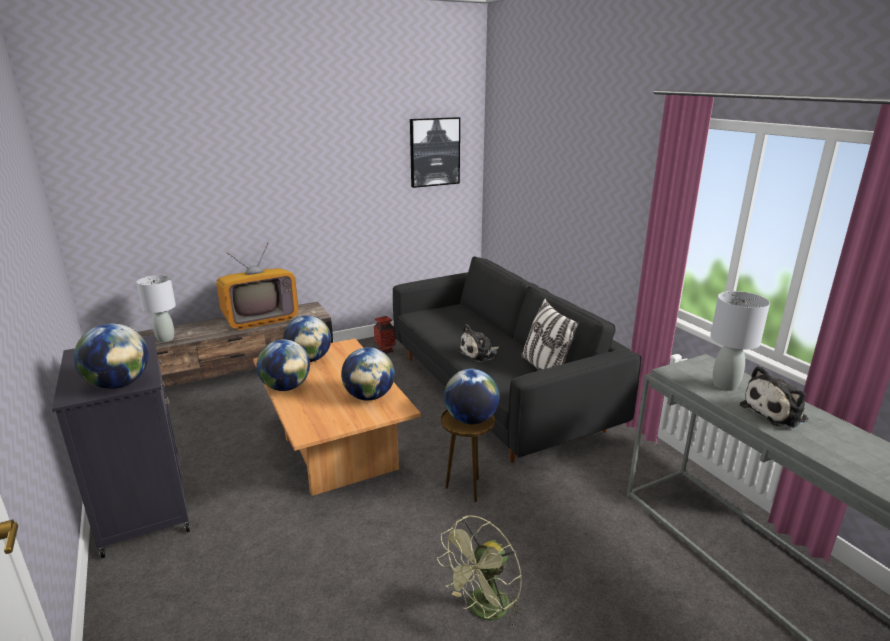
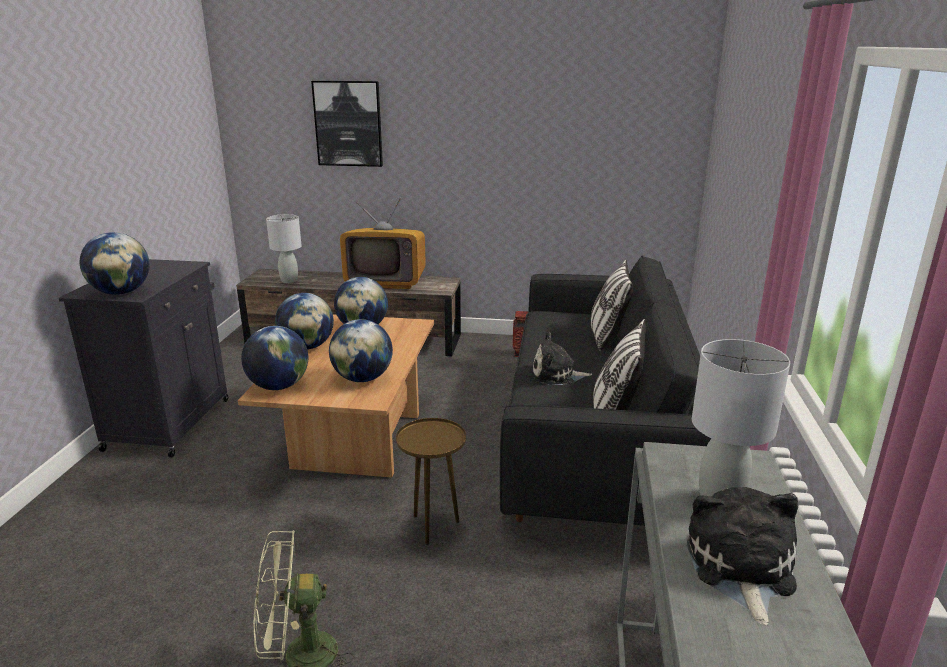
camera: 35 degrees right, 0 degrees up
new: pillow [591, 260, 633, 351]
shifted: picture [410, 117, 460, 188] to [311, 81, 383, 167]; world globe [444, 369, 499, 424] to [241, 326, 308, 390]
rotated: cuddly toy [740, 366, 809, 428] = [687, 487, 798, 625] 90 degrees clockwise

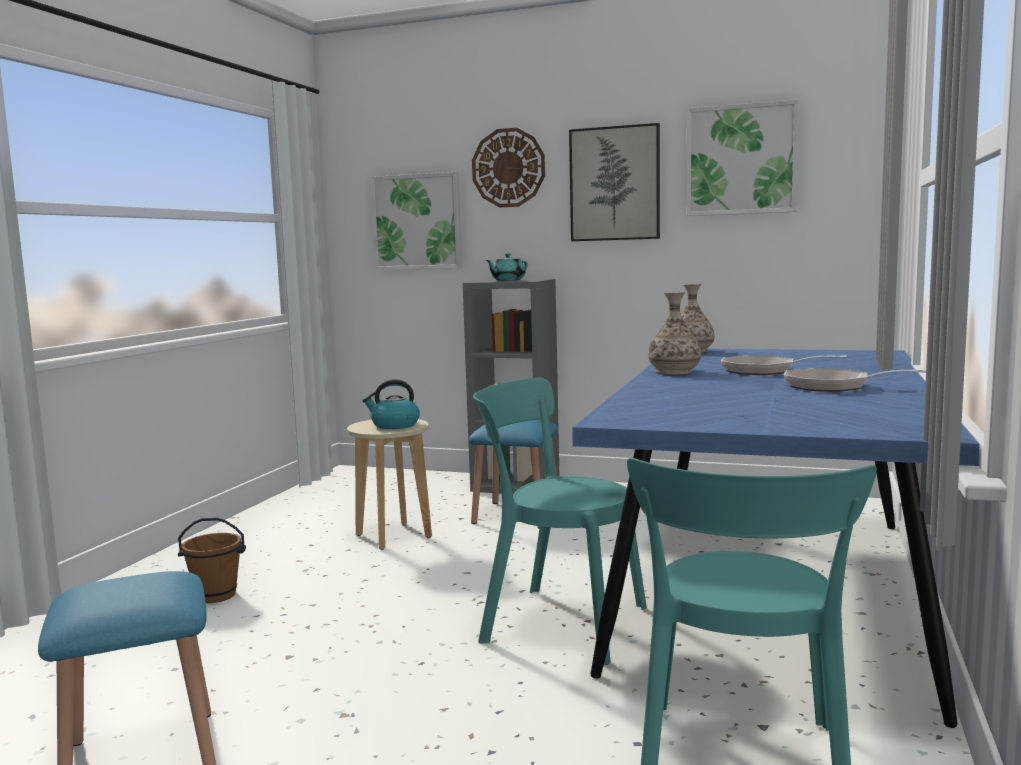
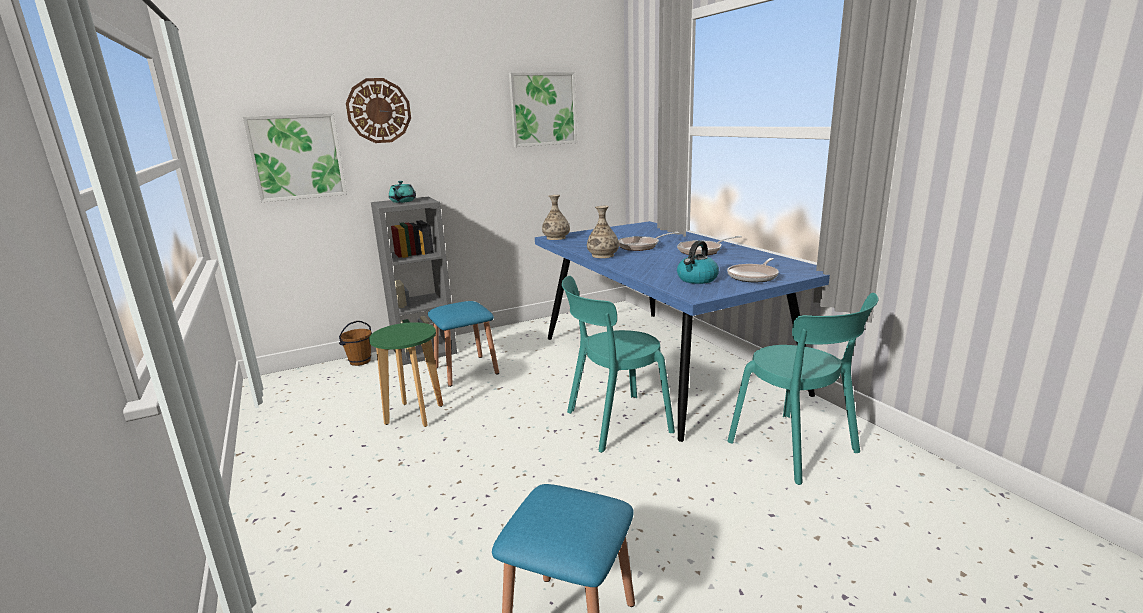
camera: 45 degrees left, 10 degrees up
gone: picture [569, 123, 660, 241]
new: frying pan [727, 258, 779, 282]
shifted: water kettle [362, 379, 420, 429] to [677, 240, 719, 284]; water bucket in brownish [178, 518, 246, 603] to [339, 321, 372, 366]
repainted: sitting stool in beige-coloured [347, 419, 432, 550] to sitting stool in green [369, 322, 443, 427]

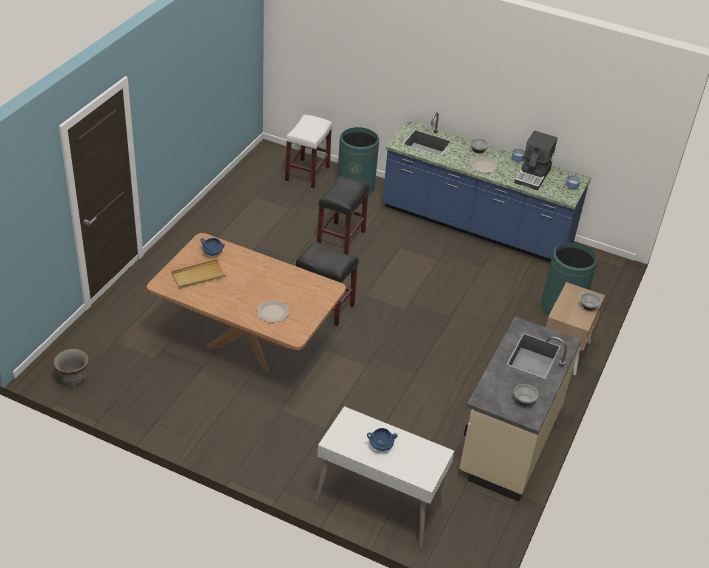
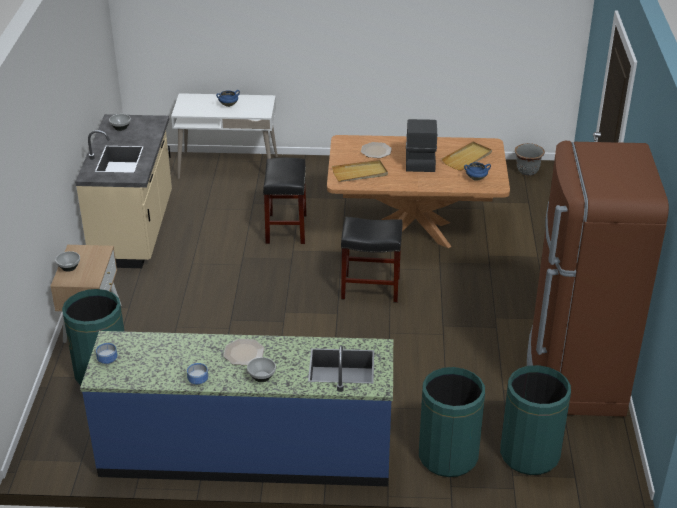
camera: 160 degrees right, 5 degrees down
new: kitchen fridge in brownish [527, 141, 669, 417]; serving tray in beige-coloured [332, 160, 388, 182]
shifted: coffee machine [514, 131, 558, 191] to [406, 119, 437, 172]; sitting stool in black [317, 176, 369, 255] to [263, 158, 307, 244]
swapped: sitting stool in whitish [285, 115, 332, 189] to waste bin in green [500, 365, 571, 475]

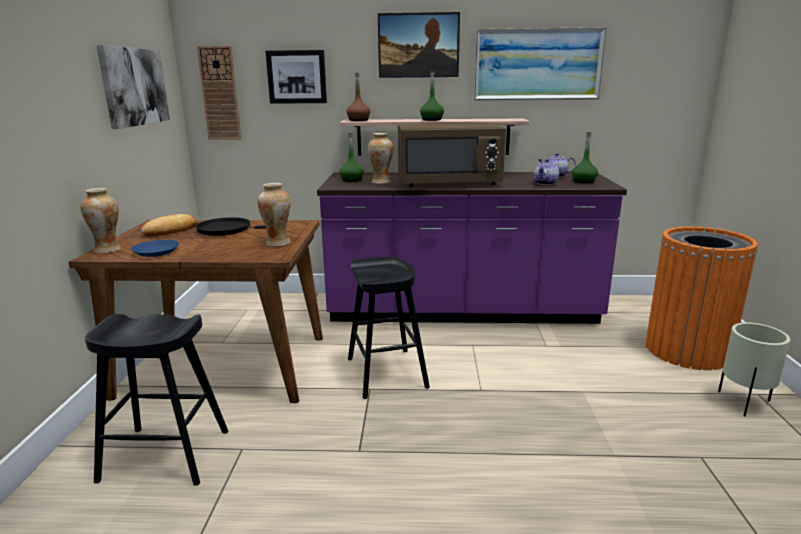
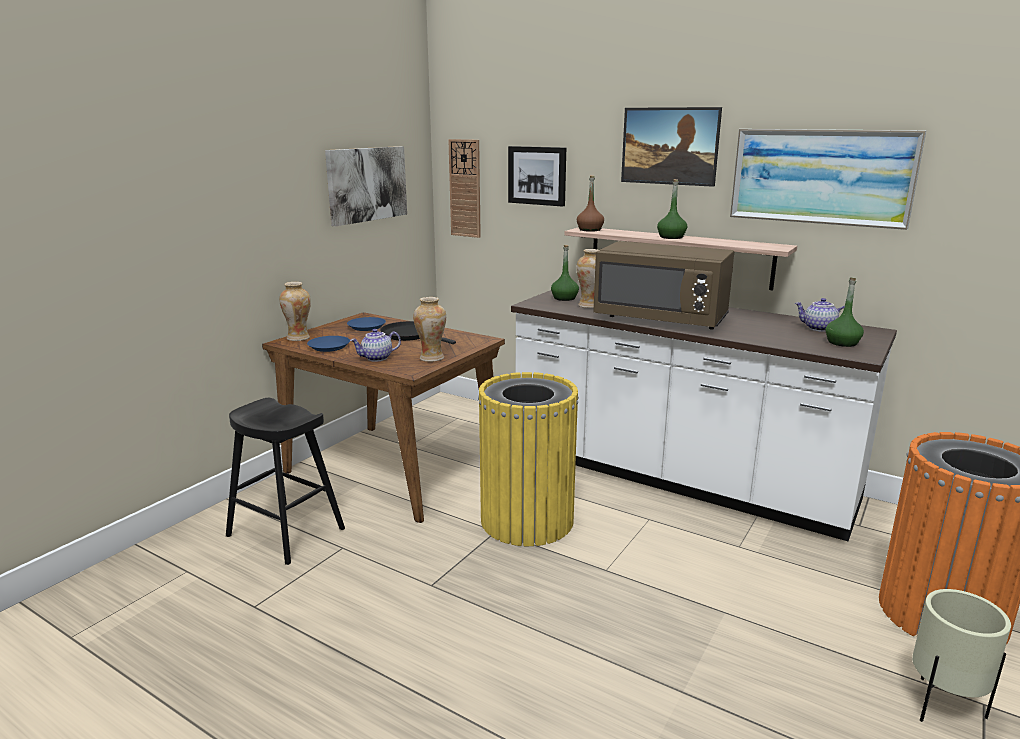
camera: 30 degrees right, 0 degrees up
shifted: tea pot [533, 159, 559, 185] to [350, 329, 401, 362]
swapped: bakery bread [141, 214, 197, 237] to flat dish in blue-coloured [347, 317, 386, 331]; sitting stool in black [348, 257, 430, 399] to waste bin in yellowish [478, 372, 579, 546]
repainted: counter in purple-coloured [317, 172, 627, 324] to counter in whitish [511, 287, 897, 541]

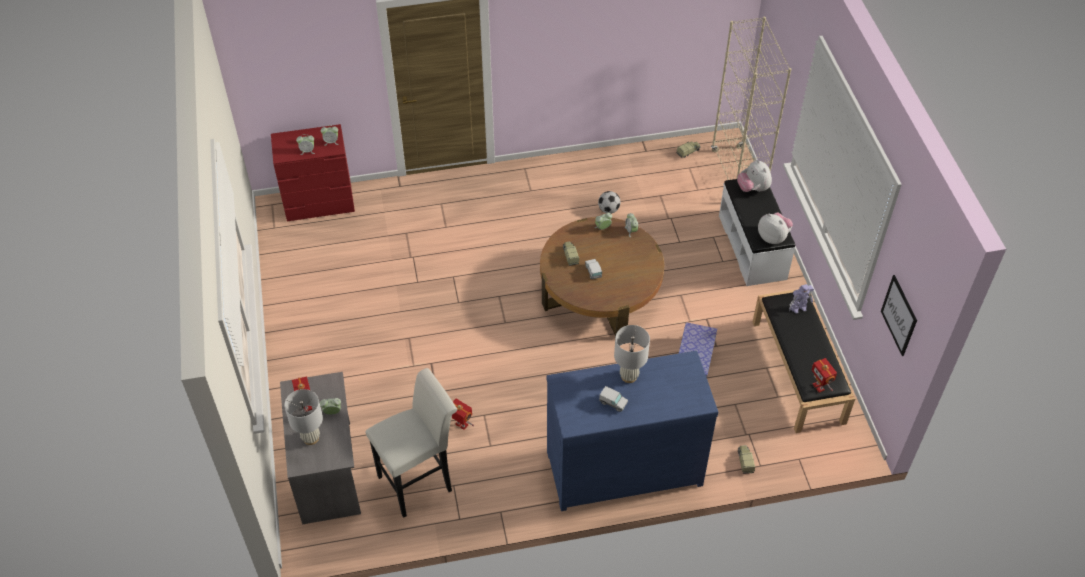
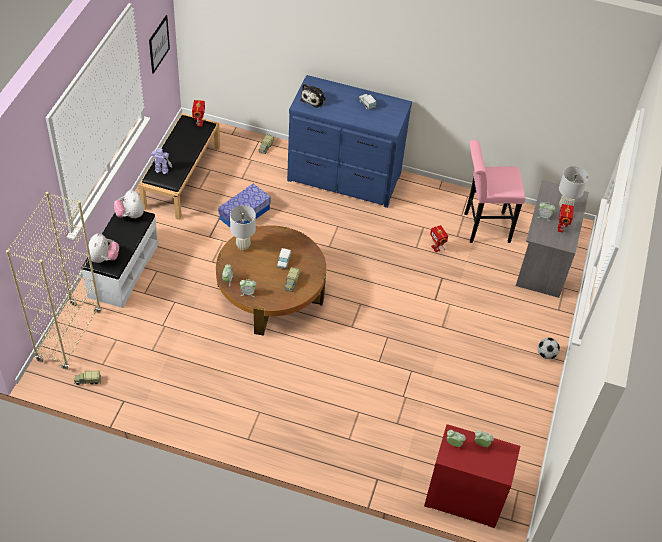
camera: 155 degrees left, 0 degrees up
new: cuddly toy [300, 84, 326, 108]
shifted: football ball [598, 191, 620, 214] to [538, 338, 560, 359]; table lamp in whitish [614, 325, 650, 383] to [230, 205, 256, 251]
repainted: sitting stool in whitish [365, 368, 457, 518] to sitting stool in pink [464, 140, 526, 243]

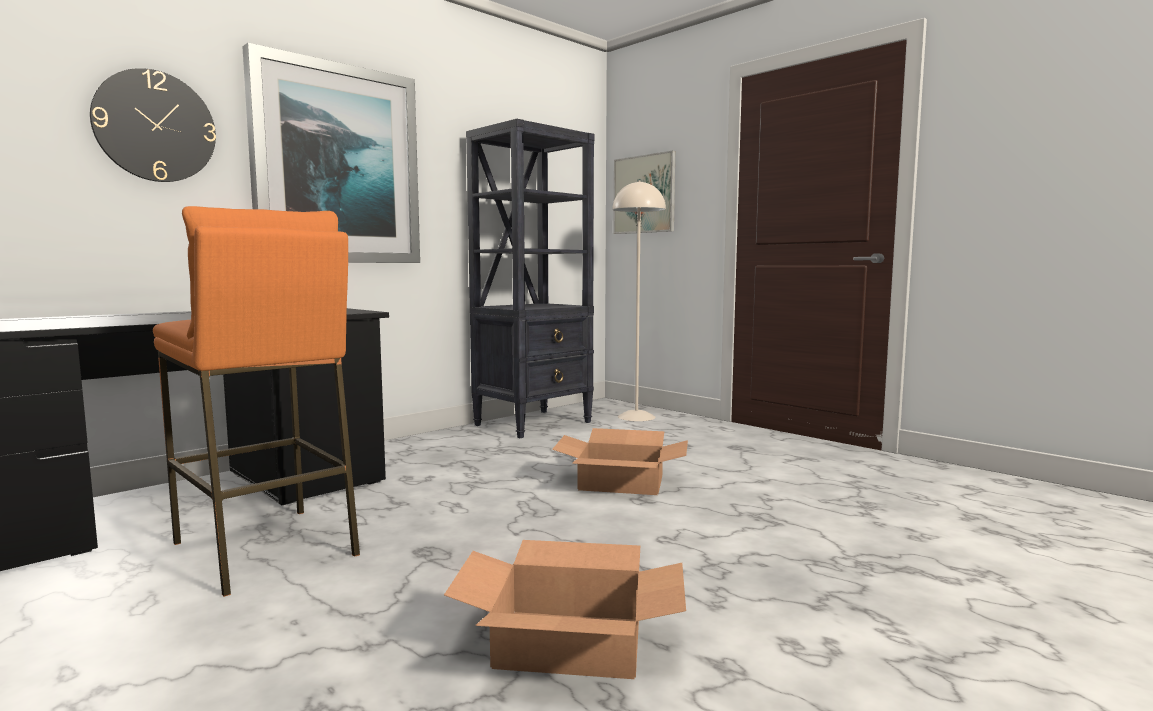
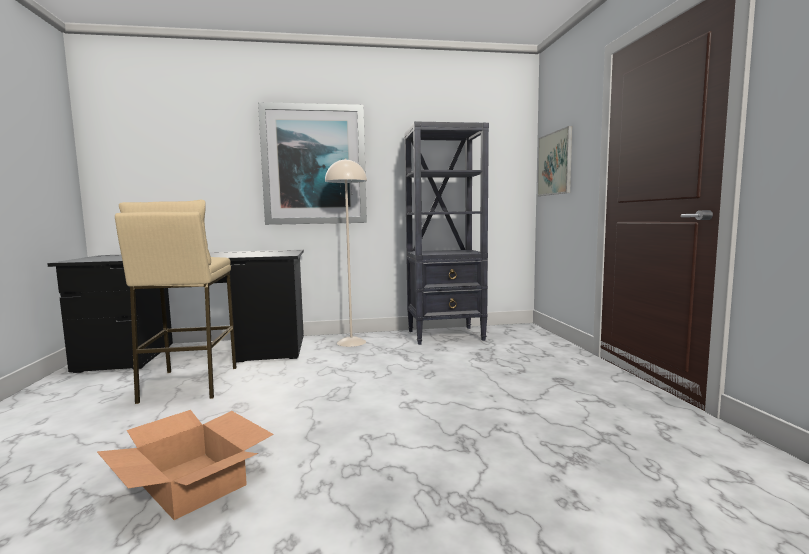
camera: 35 degrees right, 0 degrees up
gone: hanging clock [90, 68, 216, 182]; packing box [552, 428, 688, 495]
shifted: floor lamp in beige-coloured [612, 181, 666, 421] to [325, 158, 367, 347]
repainted: sitting stool in orangey [153, 206, 360, 597] to sitting stool in beige-coloured [115, 200, 236, 404]

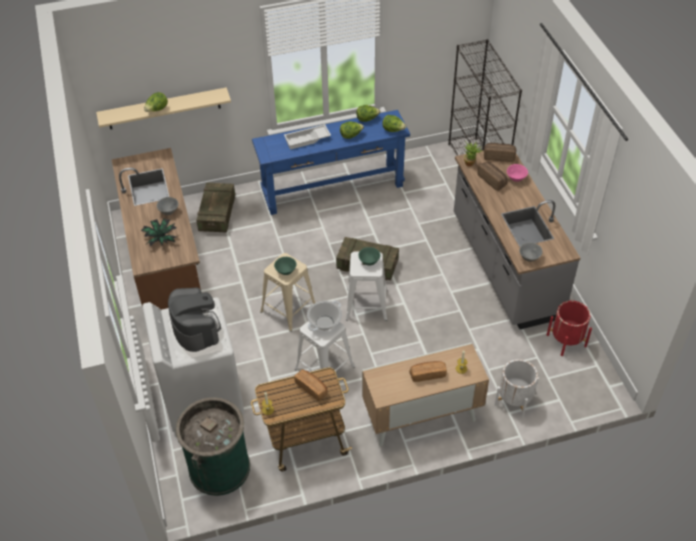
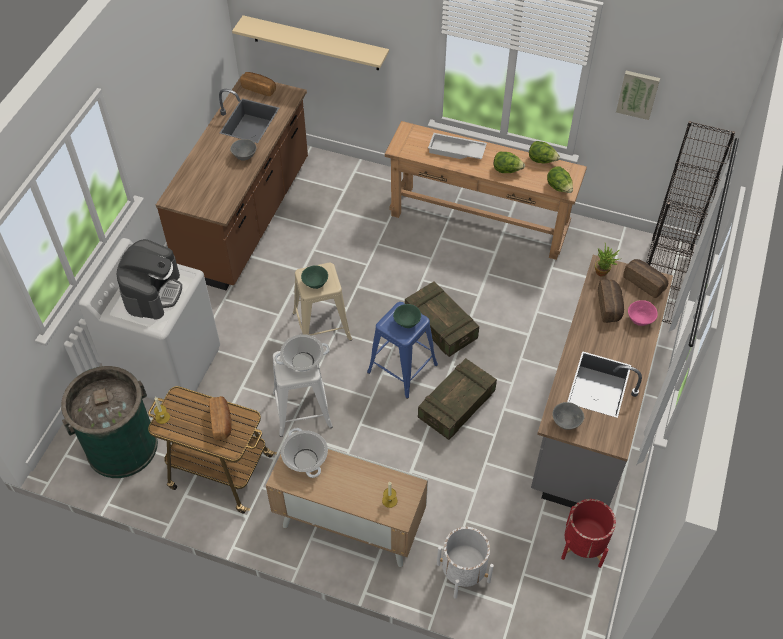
camera: 35 degrees right, 5 degrees up
gone: lettuce head [144, 92, 168, 112]; potted plant [141, 218, 176, 247]
new: picture [616, 71, 660, 120]; saucepot [281, 428, 328, 478]
shifted: crate [196, 182, 235, 233] to [418, 358, 497, 440]; bakery bread [410, 361, 447, 382] to [240, 72, 276, 96]
repainted: console table in blue-coloured [252, 110, 410, 215] to console table in brownish [385, 121, 587, 260]; sitting stool in whitish [346, 251, 387, 321] to sitting stool in blue-coloured [367, 302, 438, 399]

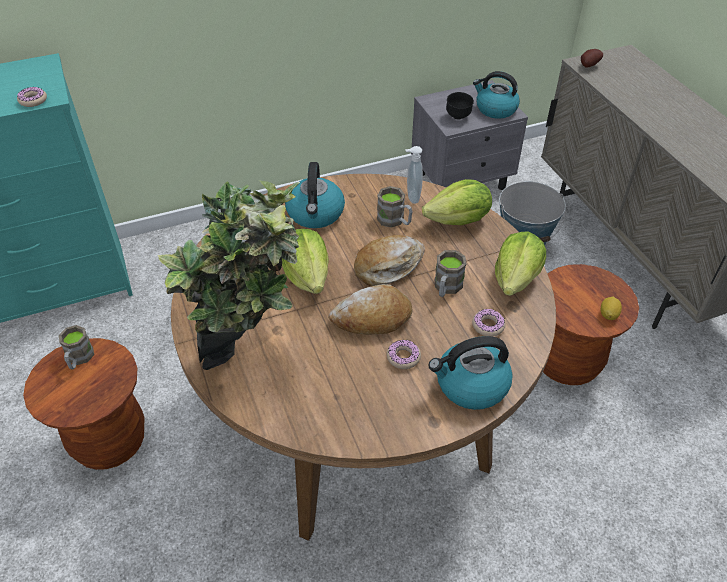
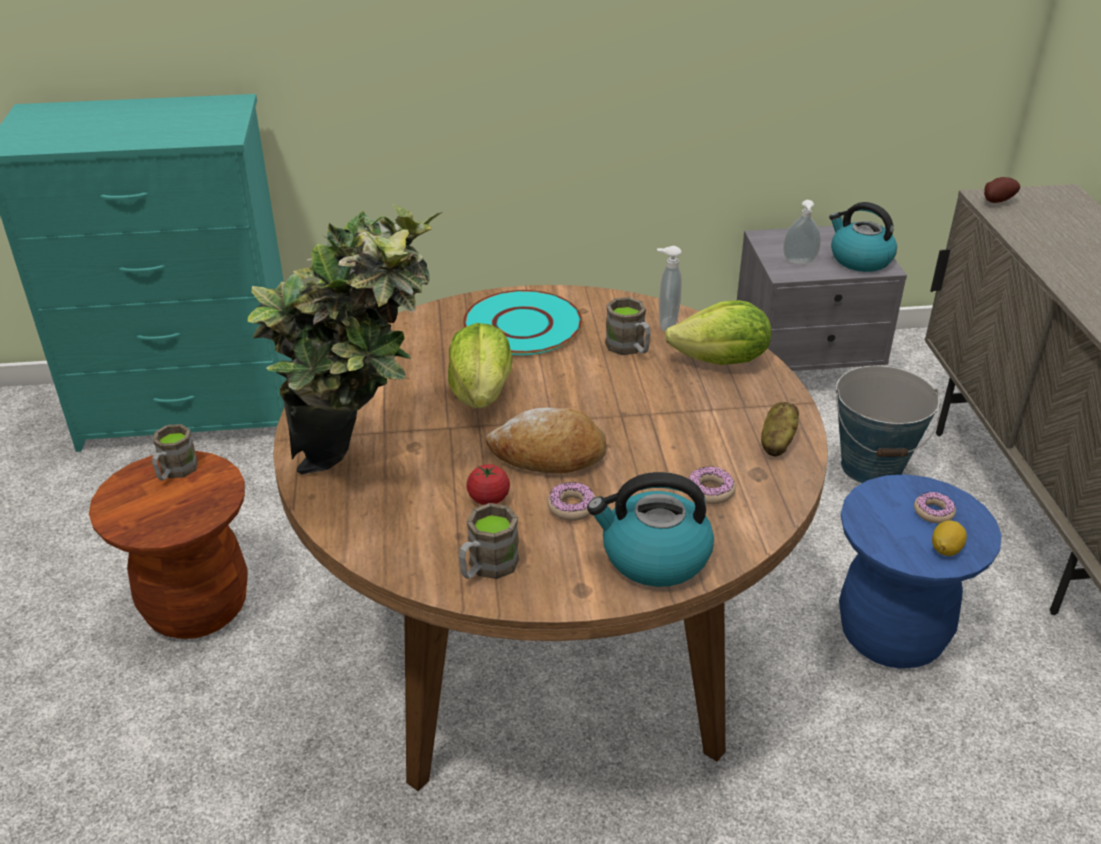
camera: 15 degrees right, 10 degrees down
gone: bakery bread [354, 235, 425, 286]
new: fresh tomato [467, 464, 510, 505]
shifted: ring doughnut [17, 87, 47, 107] to [914, 491, 956, 523]; coffee mug in brownish [434, 250, 466, 297] to [459, 503, 519, 579]
swapped: bowl in black [446, 92, 474, 120] to soap bottle [783, 200, 821, 264]; water kettle [285, 162, 345, 228] to flat dish in blue-green [463, 290, 583, 355]; lettuce head [495, 231, 546, 296] to spud [761, 402, 799, 456]
repainted: sitting stool in brownish [543, 264, 639, 385] to sitting stool in blue-coloured [839, 474, 1001, 669]

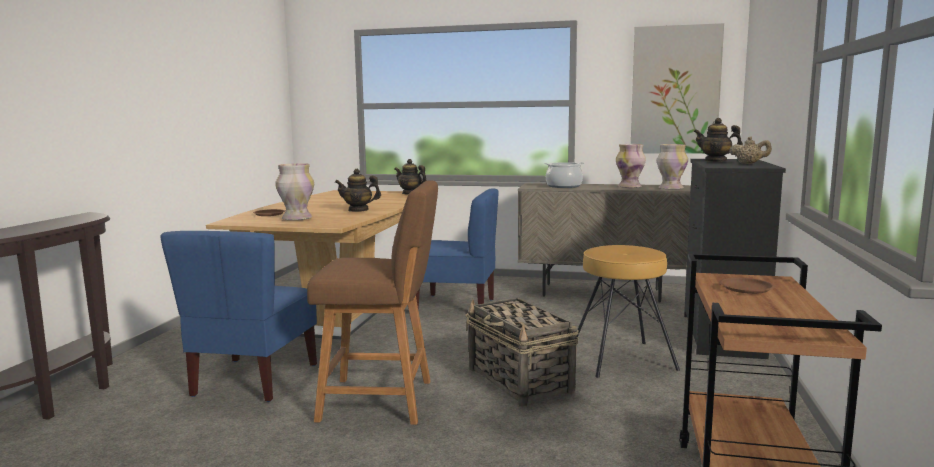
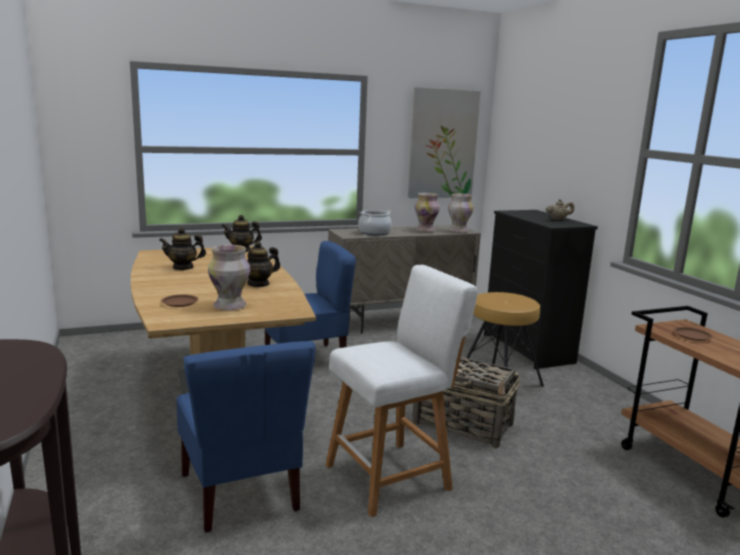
camera: 35 degrees left, 5 degrees up
shifted: tea pot [694, 118, 743, 162] to [159, 228, 206, 270]
repainted: sitting stool in brownish [307, 181, 438, 425] to sitting stool in whitish [325, 265, 478, 517]

